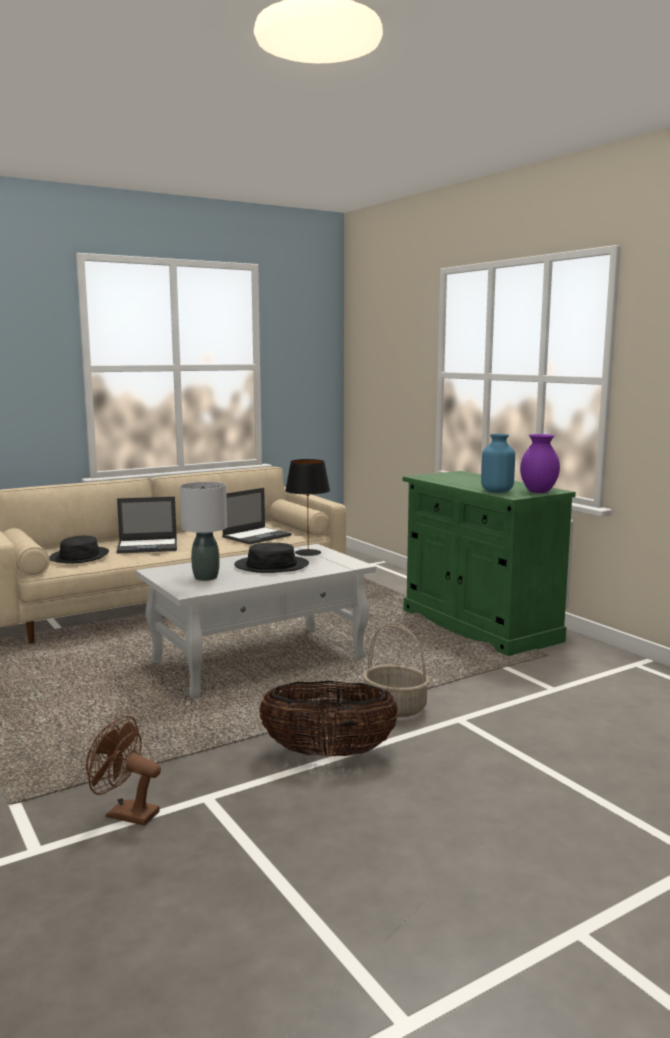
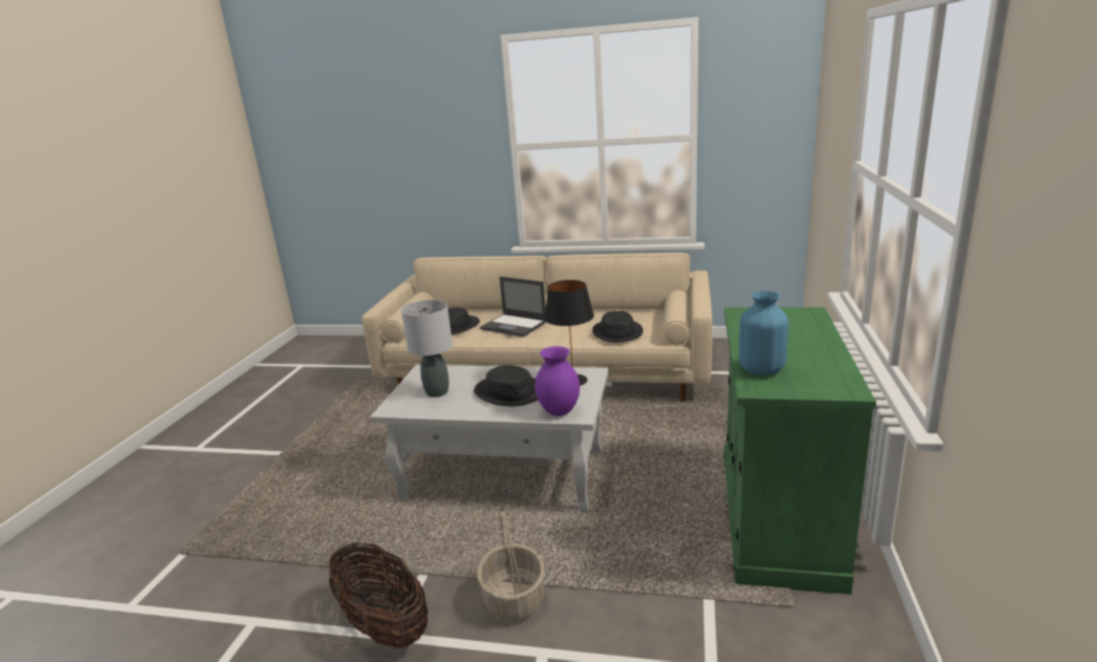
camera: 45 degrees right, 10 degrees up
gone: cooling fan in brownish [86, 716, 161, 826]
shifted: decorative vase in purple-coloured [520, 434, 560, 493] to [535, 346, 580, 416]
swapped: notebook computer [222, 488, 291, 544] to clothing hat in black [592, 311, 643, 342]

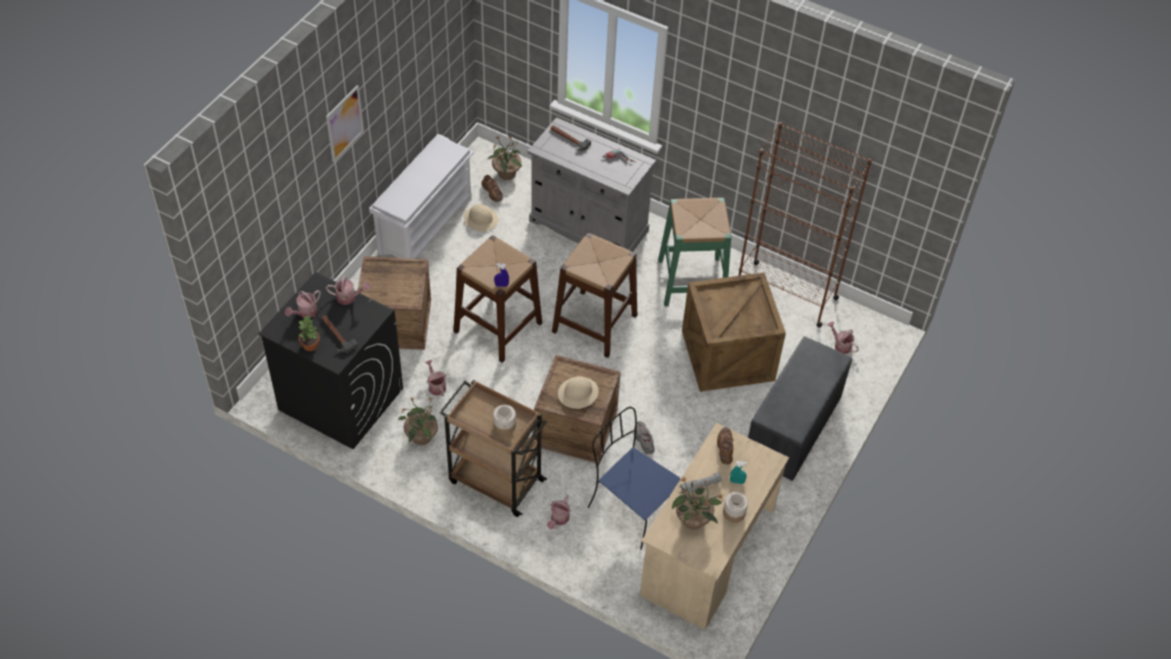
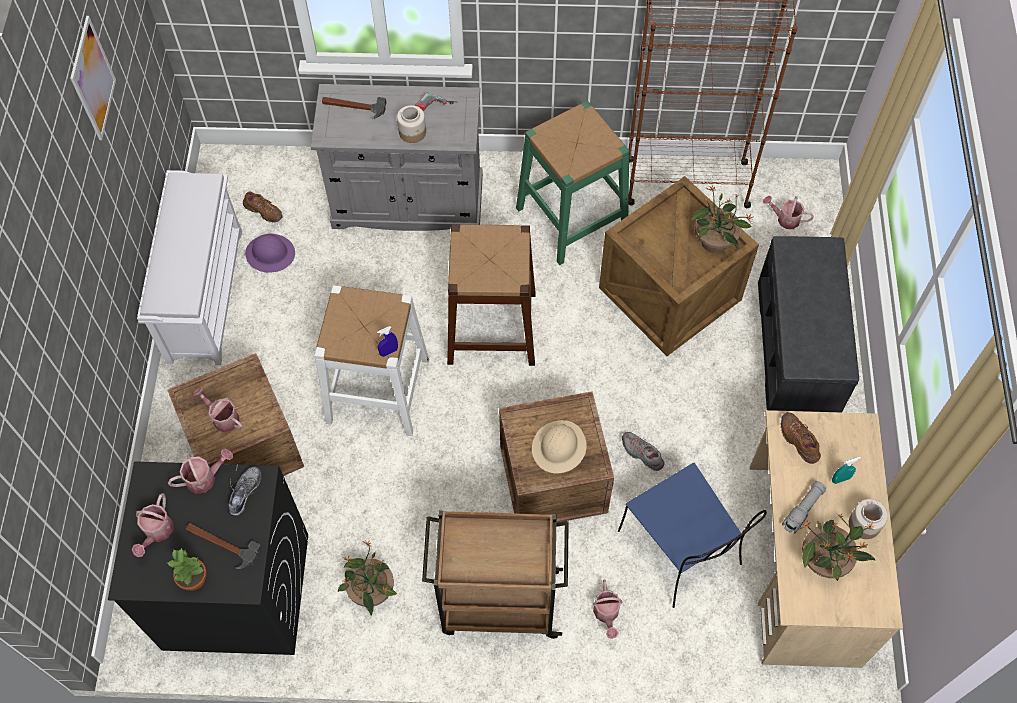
camera: 25 degrees left, 10 degrees up
new: low shoe [229, 466, 262, 515]
shifted: picture [326, 85, 364, 162] to [70, 16, 116, 140]; potted plant [488, 135, 522, 180] to [691, 185, 753, 253]; watering pot [425, 360, 446, 396] to [193, 387, 243, 432]; jar [493, 405, 516, 435] to [397, 105, 426, 143]
repainted: work helmet in beige-coloured [464, 204, 498, 232] to work helmet in purple-coloured [245, 234, 295, 272]; sitting stool in brownish [453, 235, 542, 363] to sitting stool in whitish [315, 285, 429, 436]
rotated: chair in blue-coloured [588, 407, 681, 550] = [618, 463, 767, 608] 135 degrees counterclockwise

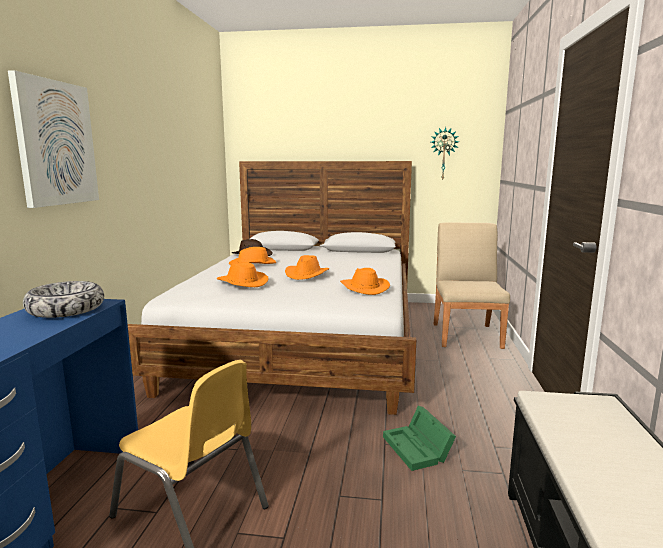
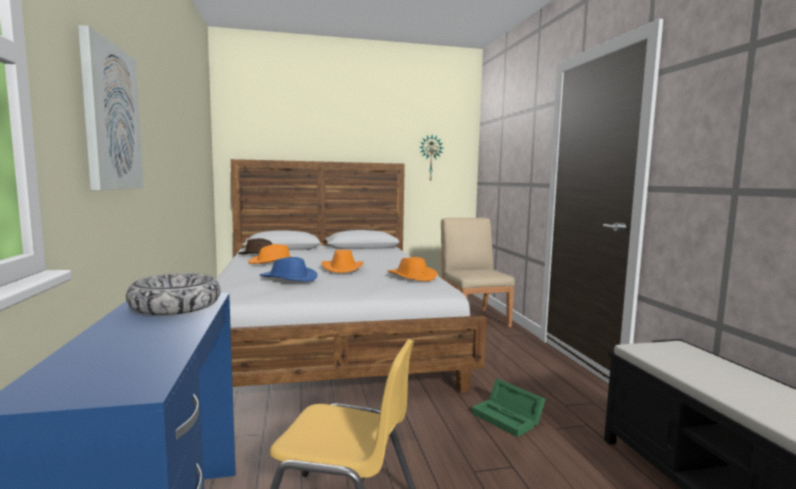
camera: 20 degrees left, 5 degrees down
repainted: clothing hat in orangey [217, 262, 269, 287] to clothing hat in blue-coloured [260, 257, 317, 281]

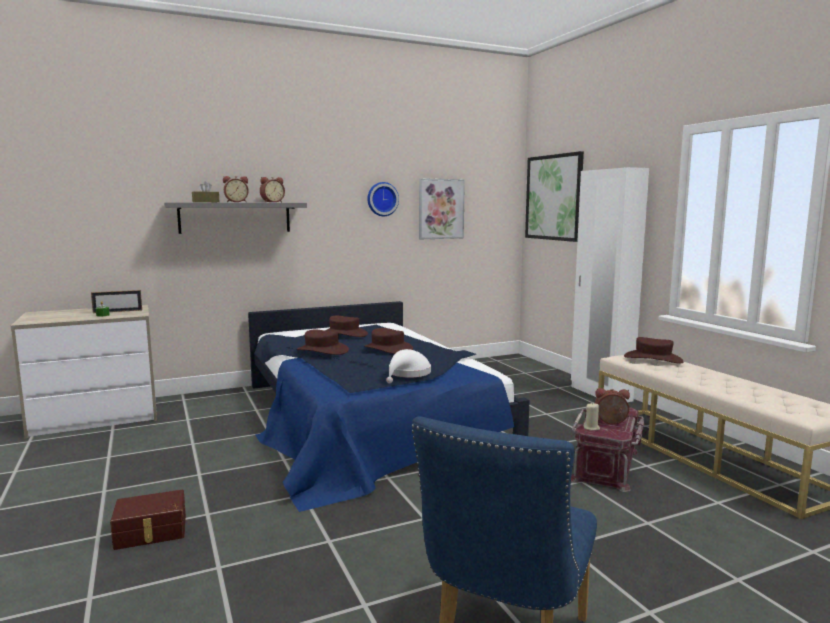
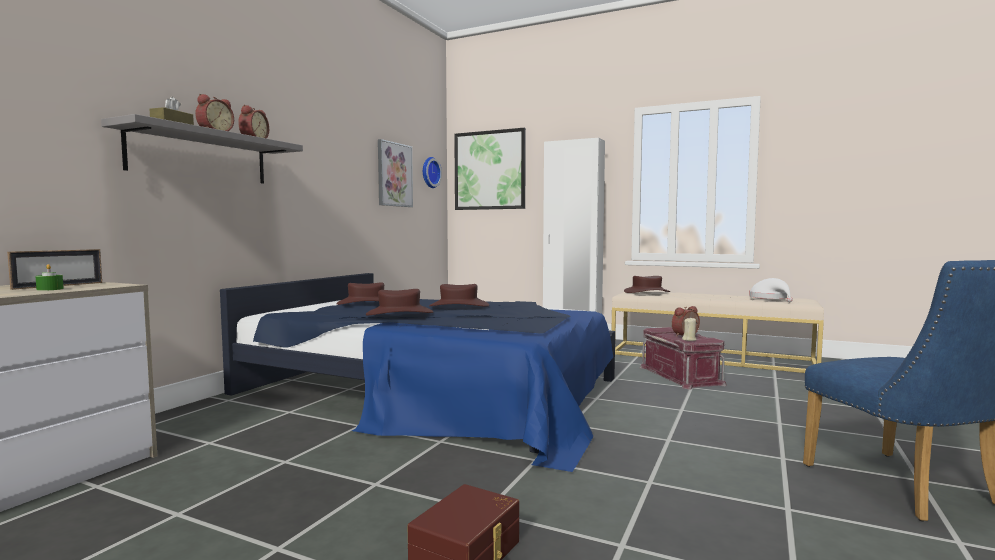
camera: 40 degrees left, 5 degrees down
shifted: hanging clock [367, 182, 399, 216] to [423, 157, 442, 188]; clothing hat in whitish [386, 349, 431, 383] to [749, 278, 793, 302]

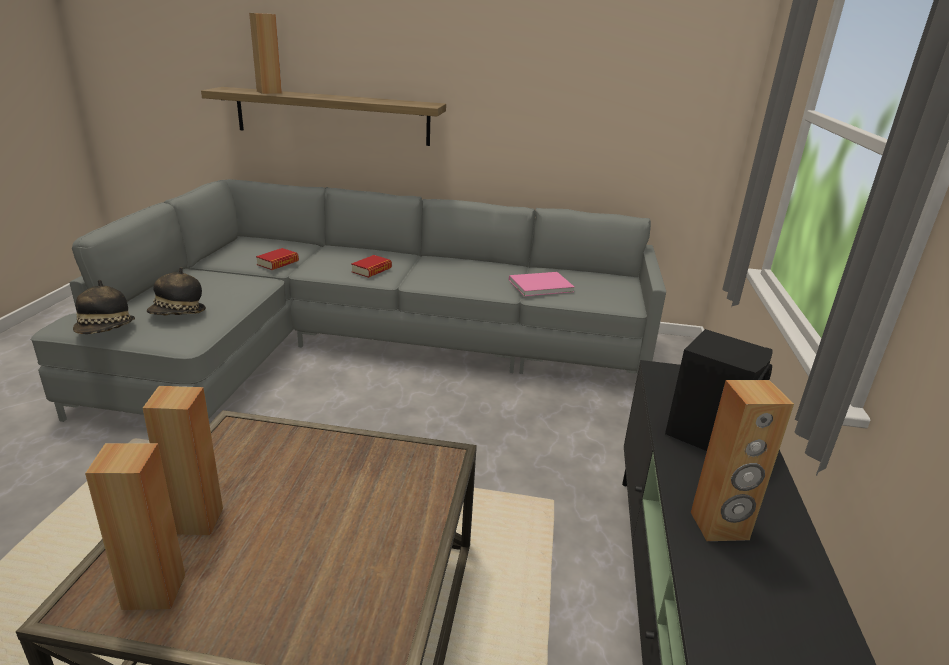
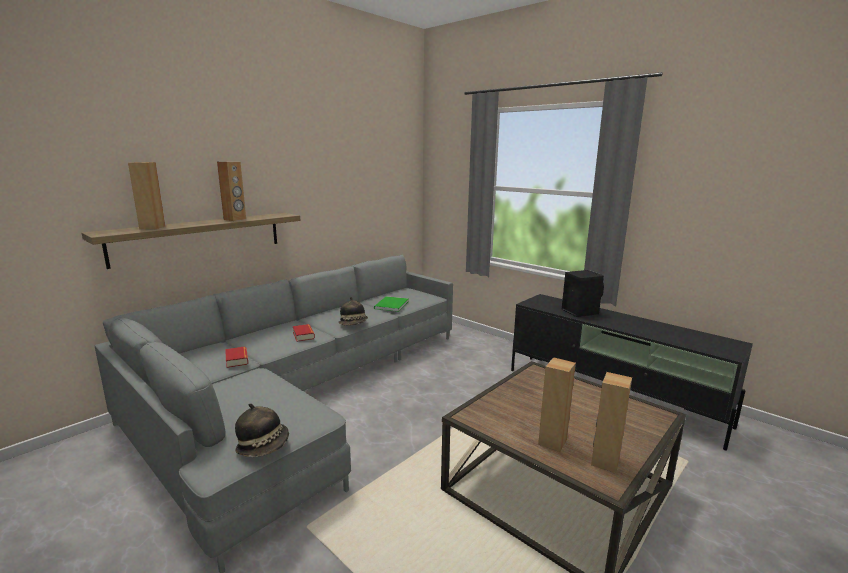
camera: 55 degrees left, 10 degrees down
shifted: clothing hat [147, 267, 206, 316] to [339, 297, 368, 325]; loudspeaker in brownish [691, 380, 794, 541] to [217, 161, 246, 221]
repainted: volume in pink [509, 272, 574, 296] to volume in green [374, 296, 409, 312]

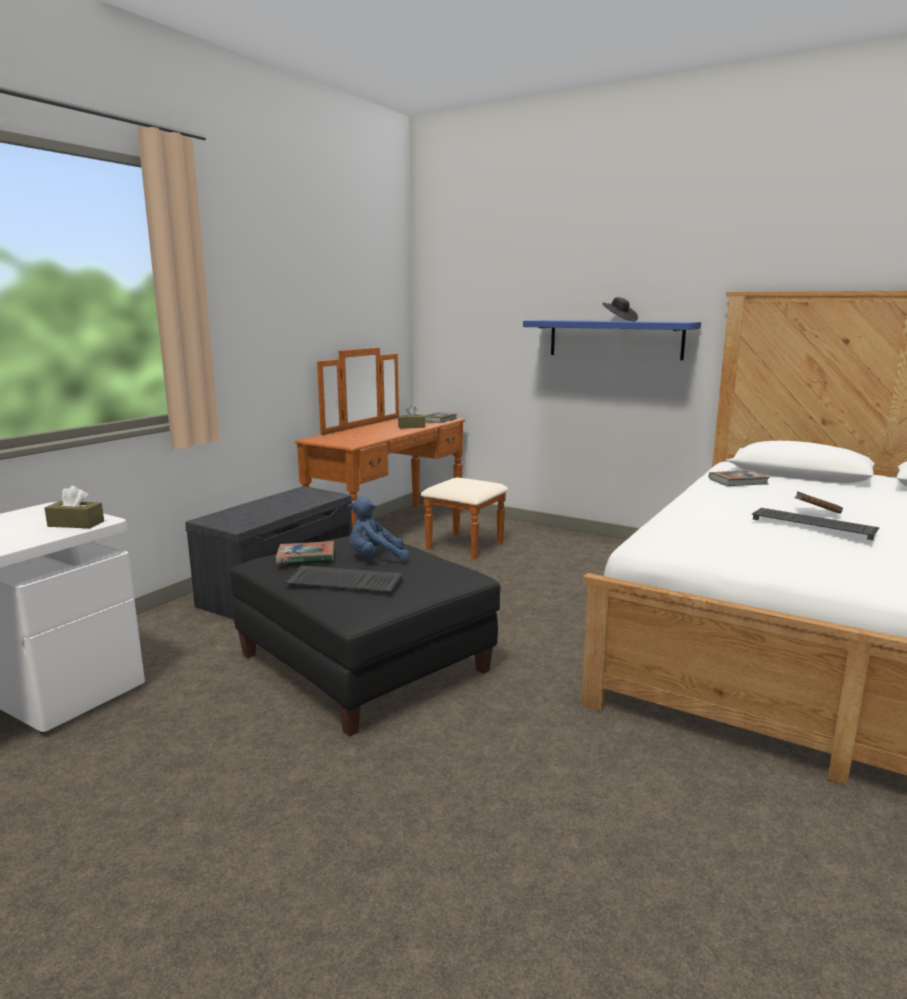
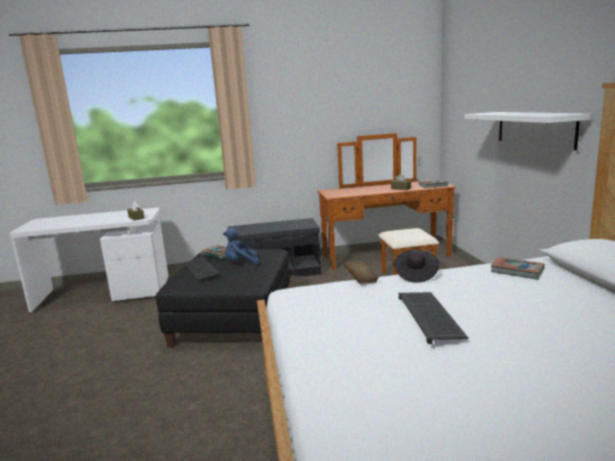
camera: 50 degrees right, 0 degrees up
shifted: clothing hat in black [602, 297, 638, 321] to [394, 249, 439, 283]; volume in brownish [794, 491, 843, 514] to [344, 261, 379, 284]
repainted: bracket shelf in blue-coloured [523, 320, 701, 360] to bracket shelf in whitish [465, 112, 590, 150]
rotated: cuddly toy in blue-coloured [348, 496, 409, 562] = [223, 228, 259, 264] 45 degrees counterclockwise

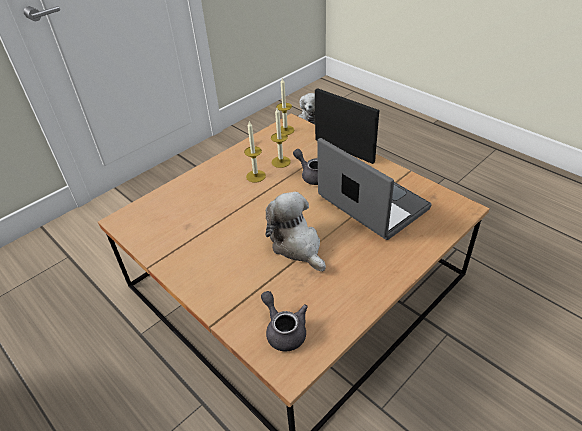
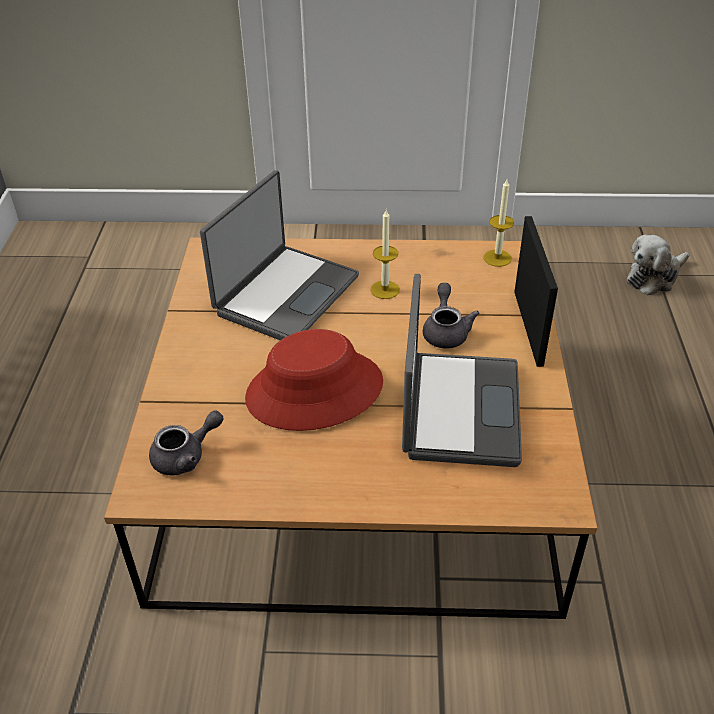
camera: 45 degrees right, 0 degrees up
gone: wax candle [271, 108, 291, 168]
new: notebook computer [200, 170, 359, 341]
swapped: cuddly toy [266, 192, 326, 271] to clothing hat in reddish [245, 329, 383, 431]
rotated: tea pot in greyish [261, 291, 308, 352] = [149, 410, 223, 475] 45 degrees clockwise

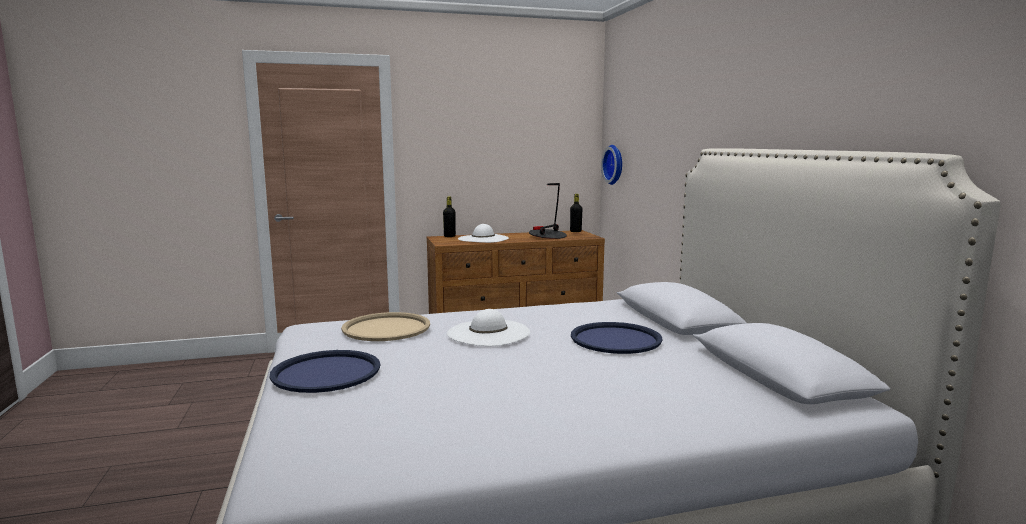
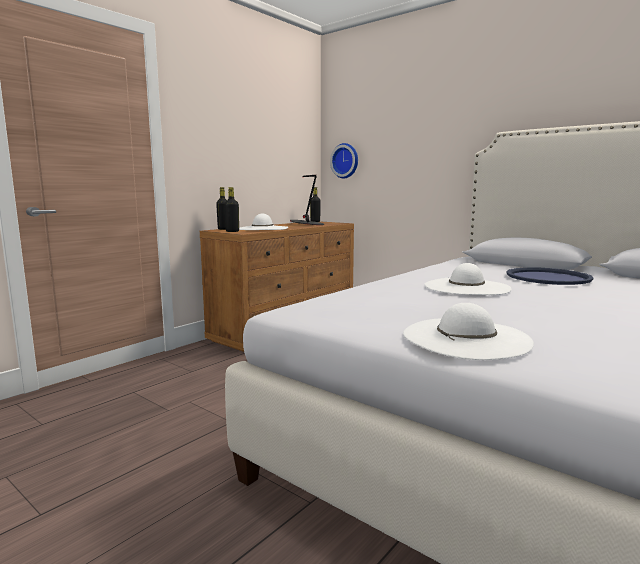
camera: 35 degrees left, 0 degrees up
gone: serving tray in beige-coloured [341, 312, 430, 341]
new: bottle in black [224, 187, 239, 232]
swapped: serving tray in blue-coloured [270, 350, 380, 393] to clothing hat in whitish [403, 303, 534, 360]

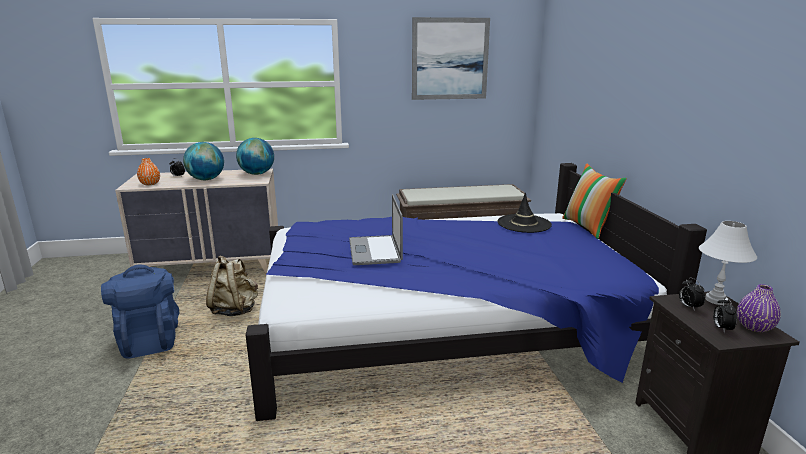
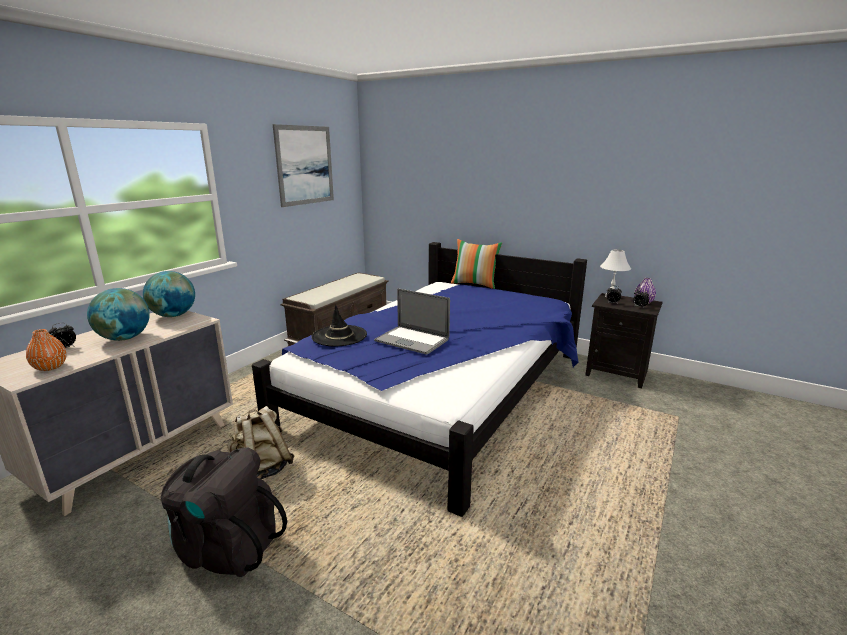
camera: 50 degrees left, 0 degrees up
shifted: clothing hat in black [498, 193, 552, 233] to [312, 305, 367, 346]
repainted: rucksack in blue-coloured [101, 265, 180, 359] to rucksack in black [161, 447, 287, 577]

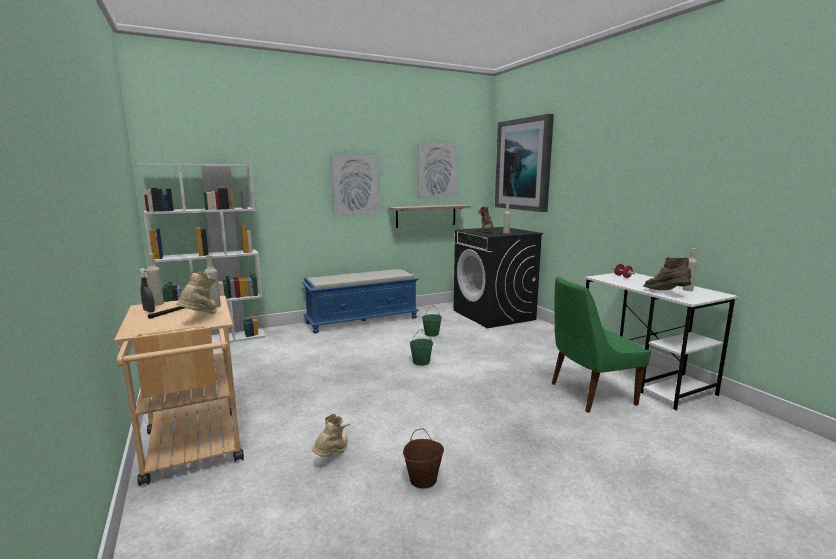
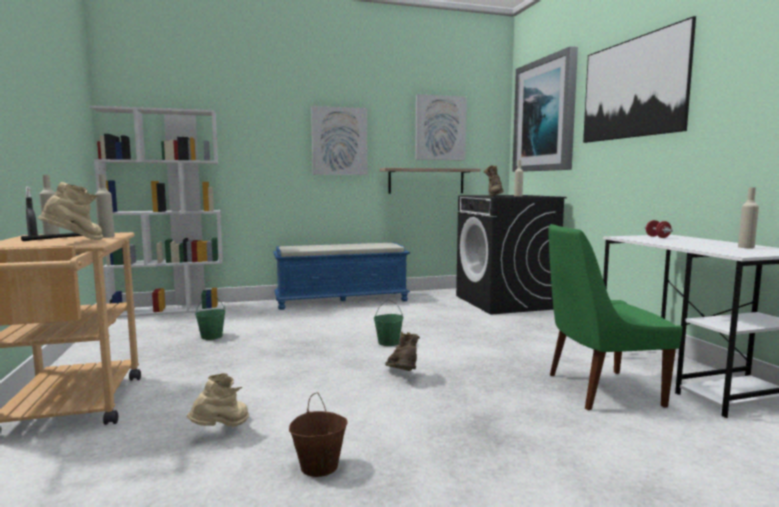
camera: 10 degrees right, 5 degrees down
new: picture [583, 16, 696, 143]
shifted: boot in brownish [643, 257, 691, 290] to [385, 331, 420, 371]; water bucket in green [422, 306, 442, 336] to [195, 295, 226, 340]

